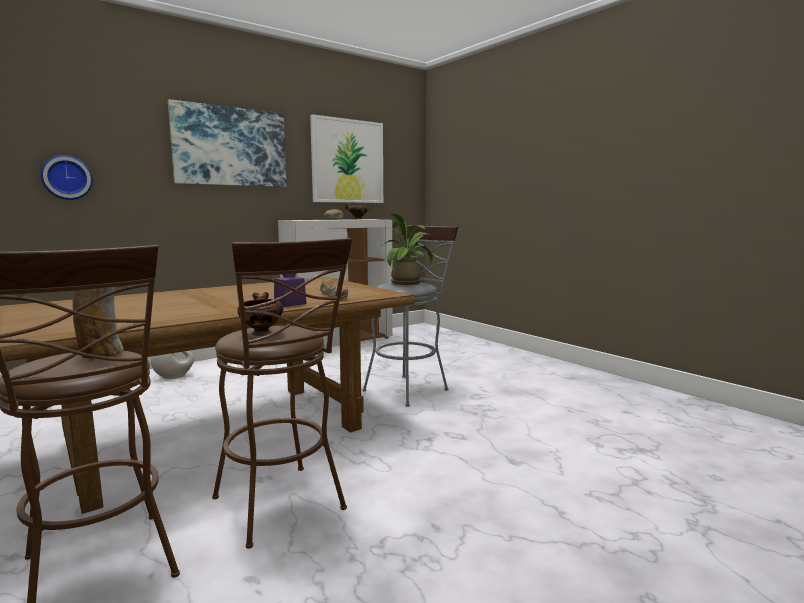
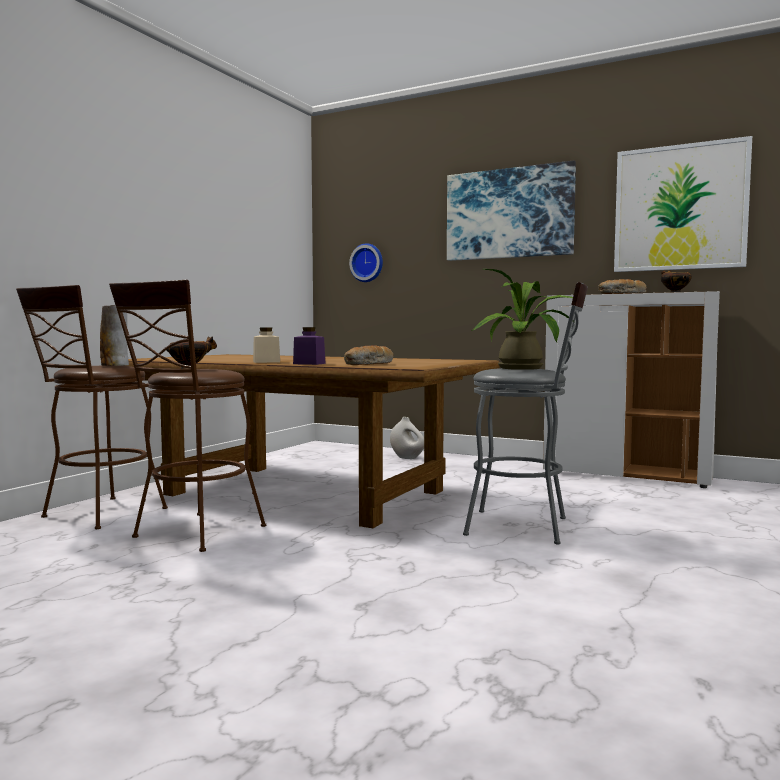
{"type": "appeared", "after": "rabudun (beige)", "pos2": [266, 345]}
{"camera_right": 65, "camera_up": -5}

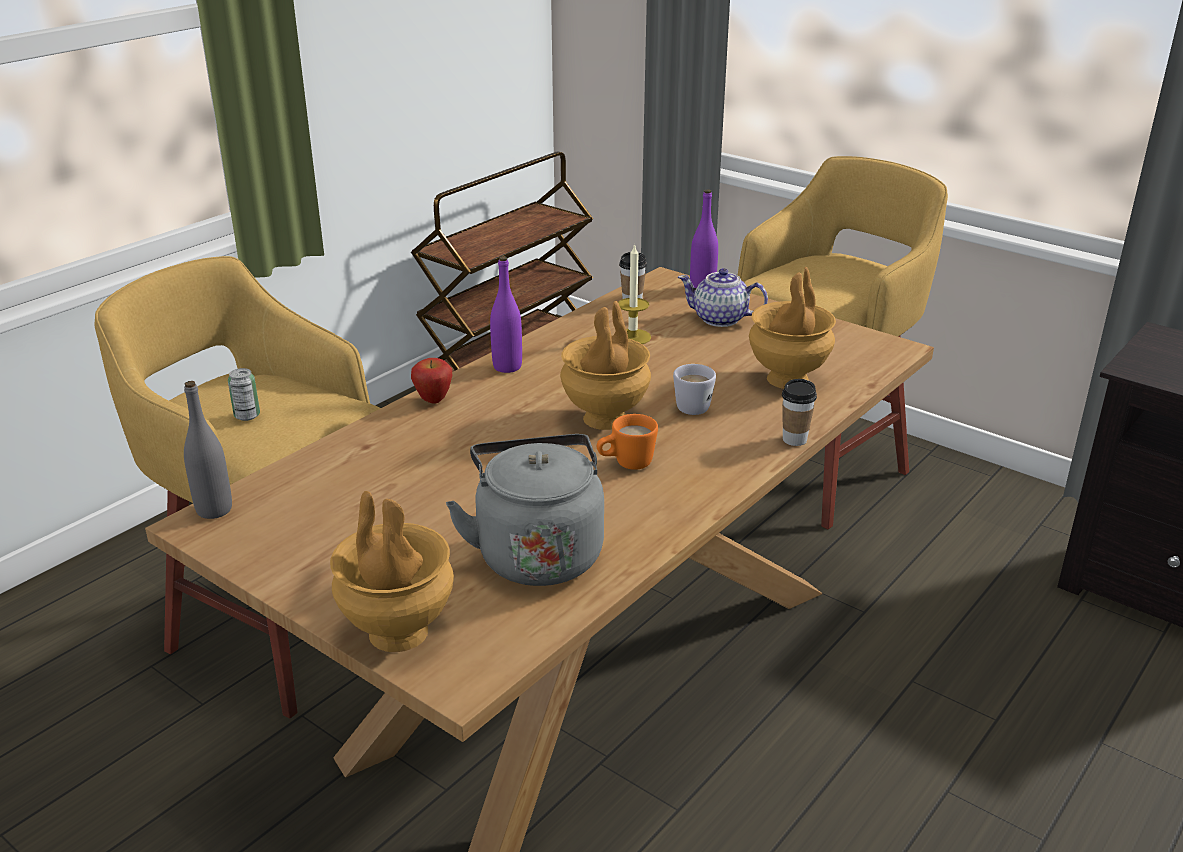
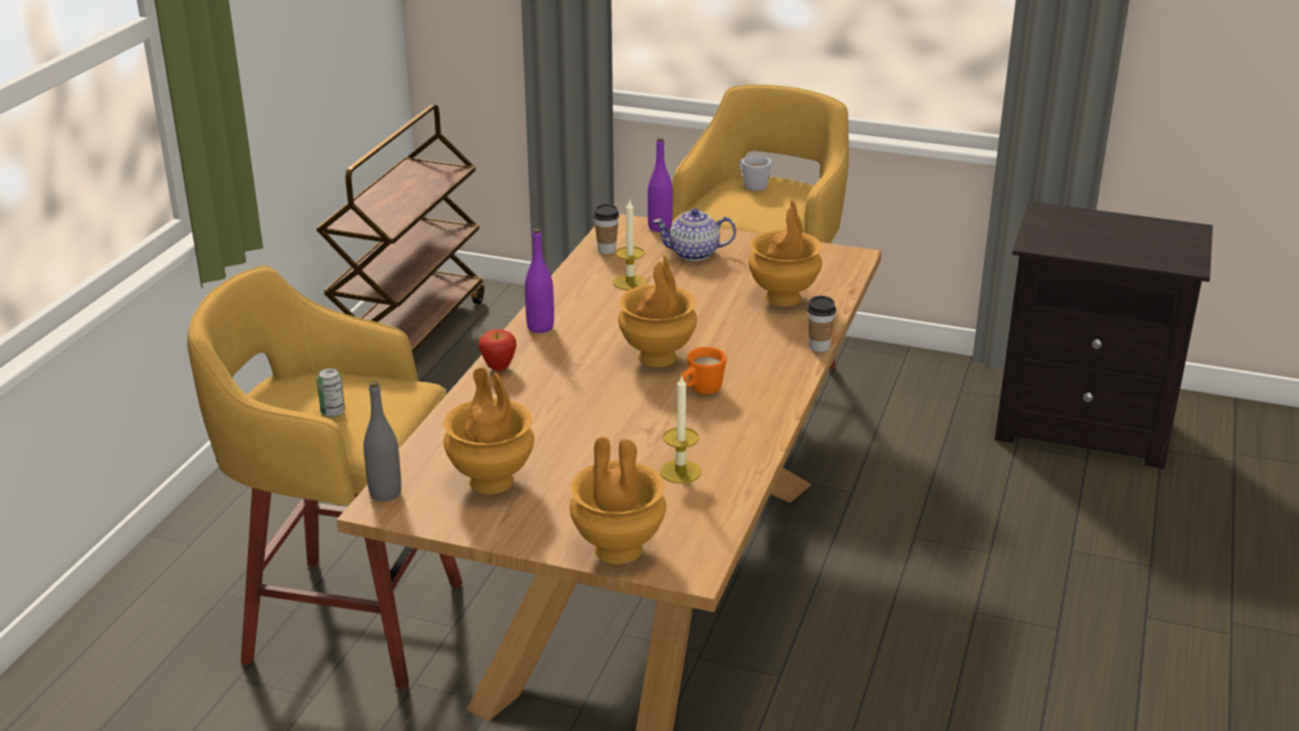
{"type": "appeared", "after": "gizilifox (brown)", "pos2": [488, 430]}
{"type": "relocated", "before": "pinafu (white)", "pos1": [694, 389], "pos2": [755, 173]}
{"type": "exchanged", "before": "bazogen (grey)", "after": "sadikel", "pos1": [525, 510], "pos2": [680, 429]}
{"camera_right": -20, "camera_up": 0}

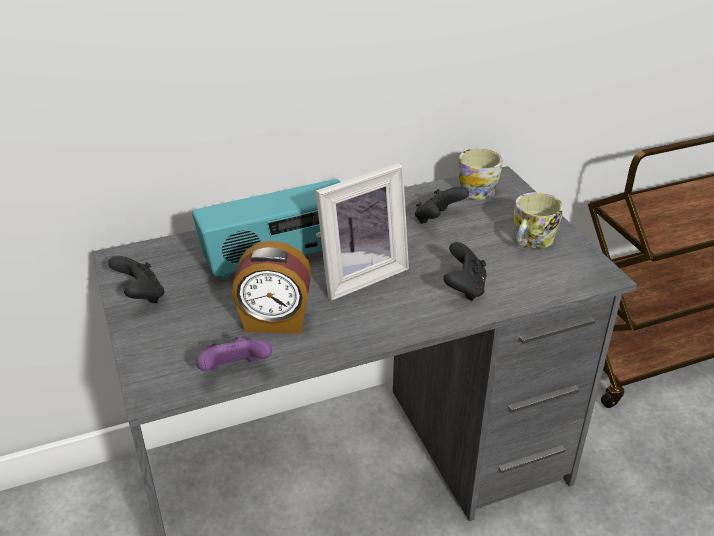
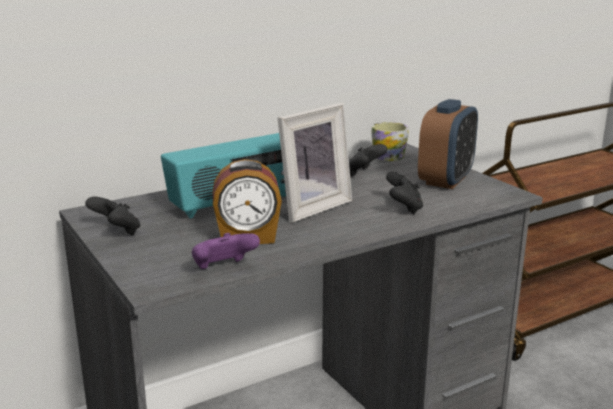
{"type": "exchanged", "before": "pinafu", "after": "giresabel", "pos1": [538, 220], "pos2": [448, 144]}
{"camera_right": -10, "camera_up": -15}

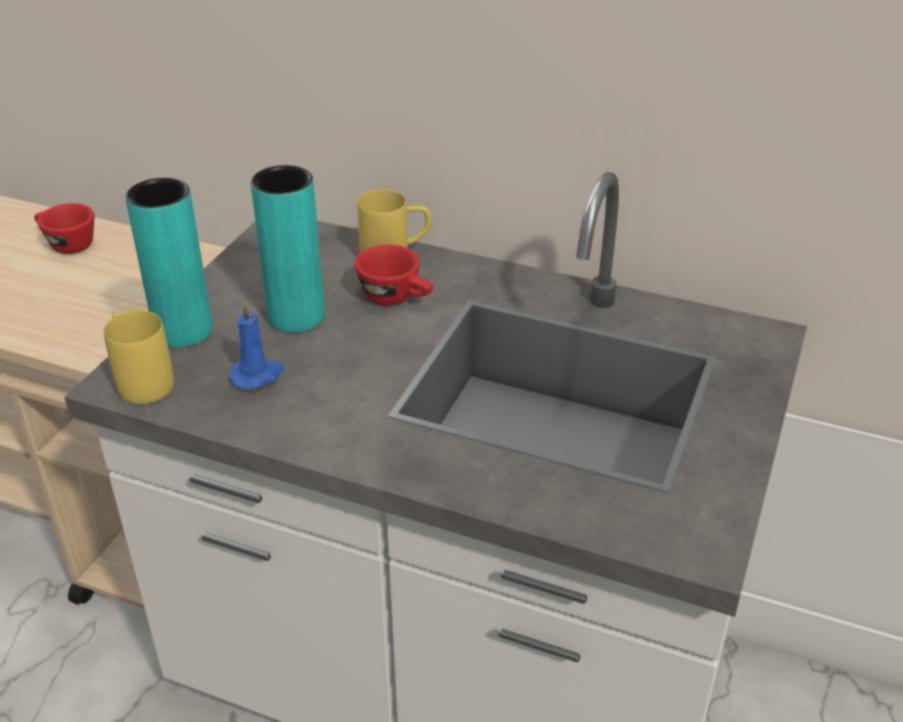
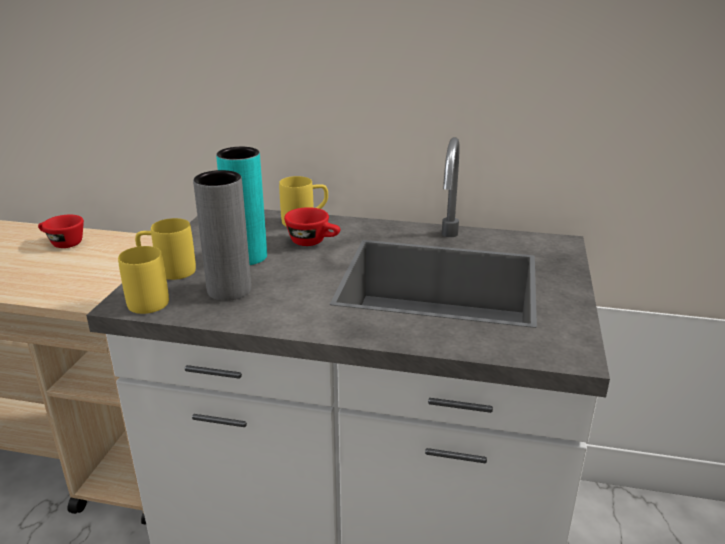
{"type": "exchanged", "before": "gizilifox (turquoise)", "after": "pinafu (yellow)", "pos1": [169, 263], "pos2": [165, 249]}
{"type": "exchanged", "before": "sadikel (blue)", "after": "gizilifox (grey)", "pos1": [256, 345], "pos2": [222, 235]}
{"camera_right": -10, "camera_up": -10}

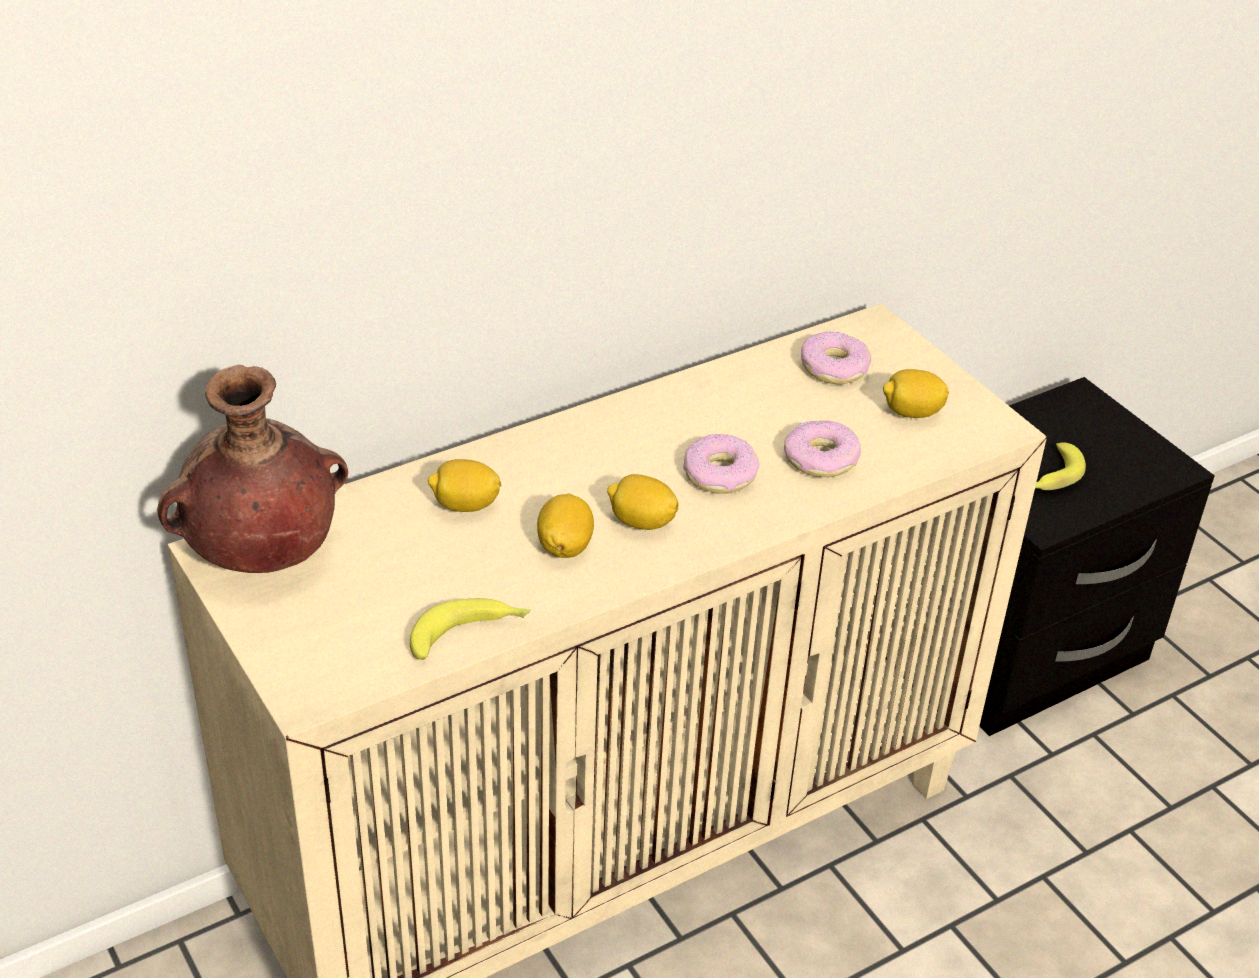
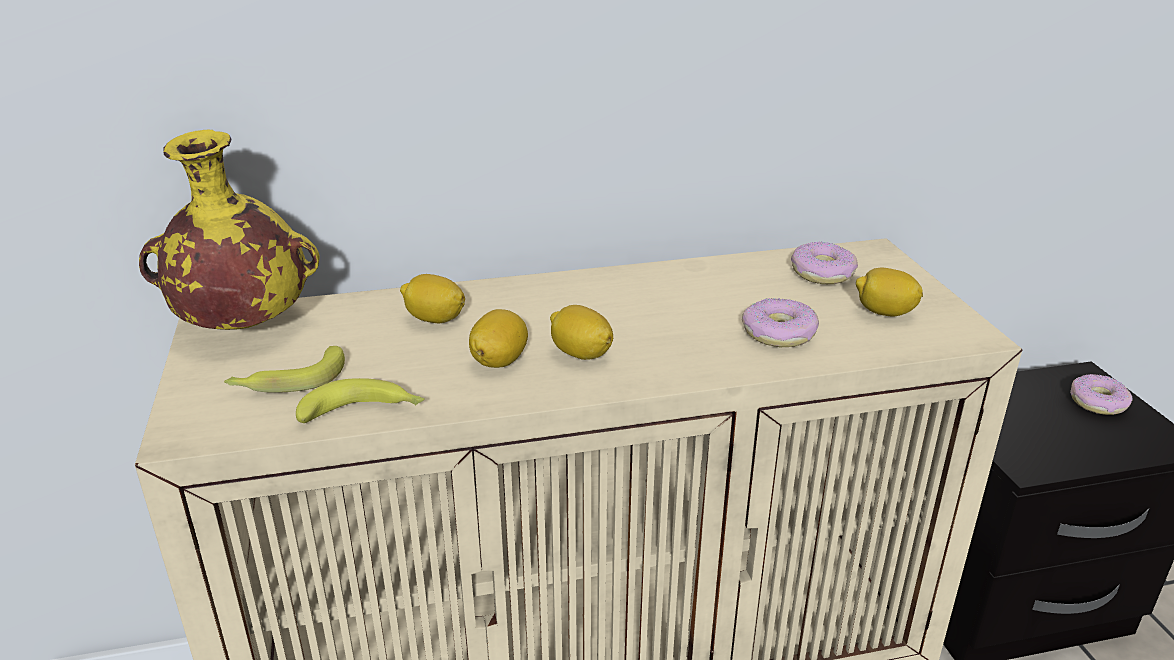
{"type": "relocated", "before": "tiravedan", "pos1": [721, 463], "pos2": [1101, 394]}
{"type": "relocated", "before": "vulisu", "pos1": [1060, 466], "pos2": [284, 369]}
{"type": "colour", "before": "gizilifox (brown)", "after": "gizilifox (yellow)", "pos1": [252, 469], "pos2": [229, 229]}
{"camera_right": 20, "camera_up": -10}

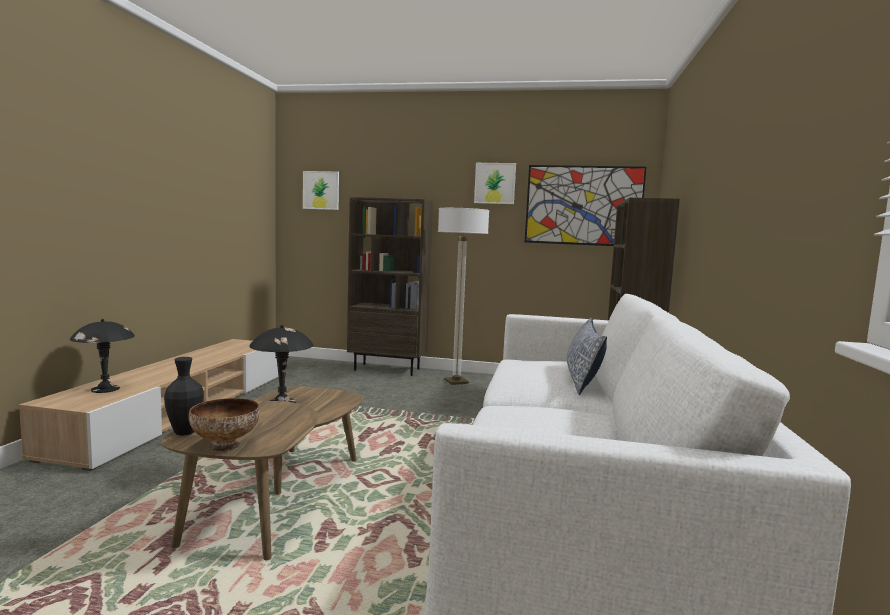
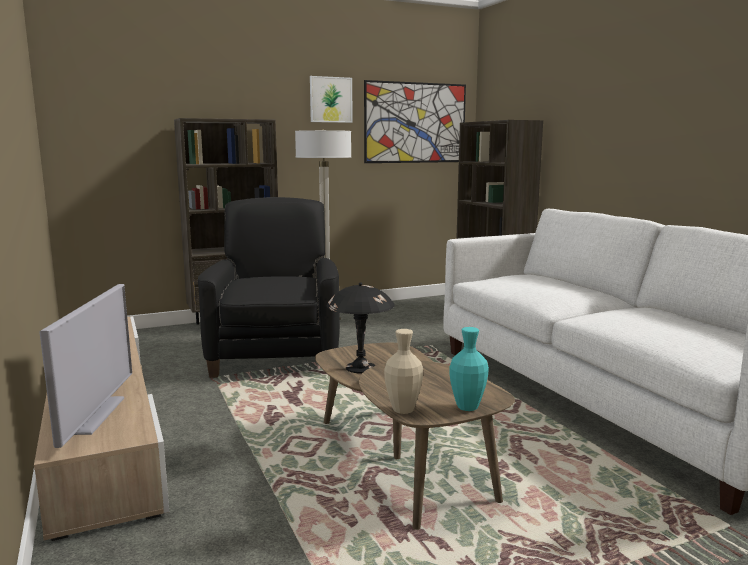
{"type": "missing", "before": "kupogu", "pos1": [321, 190]}
{"type": "missing", "before": "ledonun", "pos1": [587, 356]}
{"type": "appeared", "after": "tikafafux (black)", "pos2": [269, 287]}
{"type": "exchanged", "before": "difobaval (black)", "after": "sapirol", "pos1": [102, 356], "pos2": [85, 366]}
{"type": "exchanged", "before": "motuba", "after": "gizilifox (turquoise)", "pos1": [224, 424], "pos2": [469, 369]}
{"type": "colour", "before": "gizilifox (black)", "after": "gizilifox (beige)", "pos1": [184, 396], "pos2": [403, 371]}
{"camera_right": -35, "camera_up": 5}

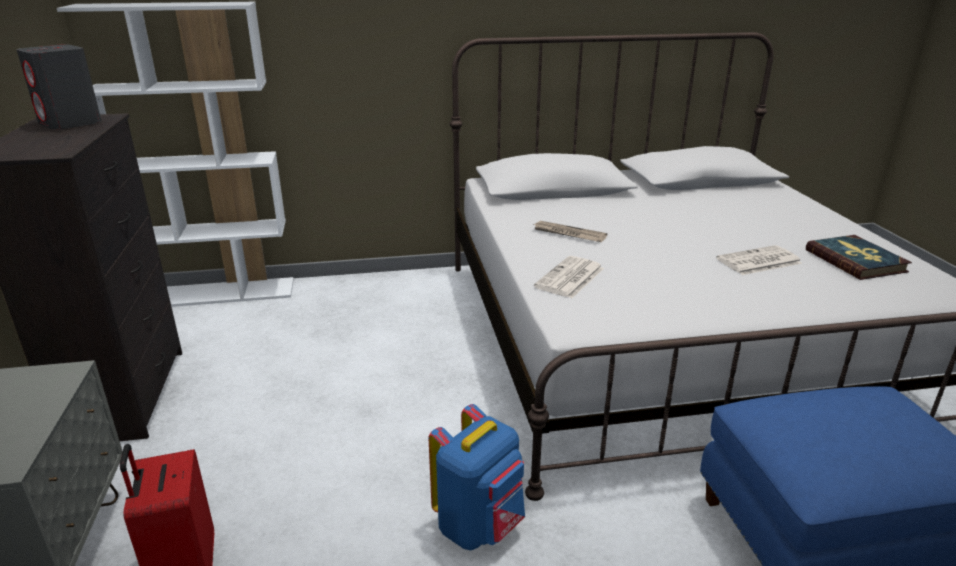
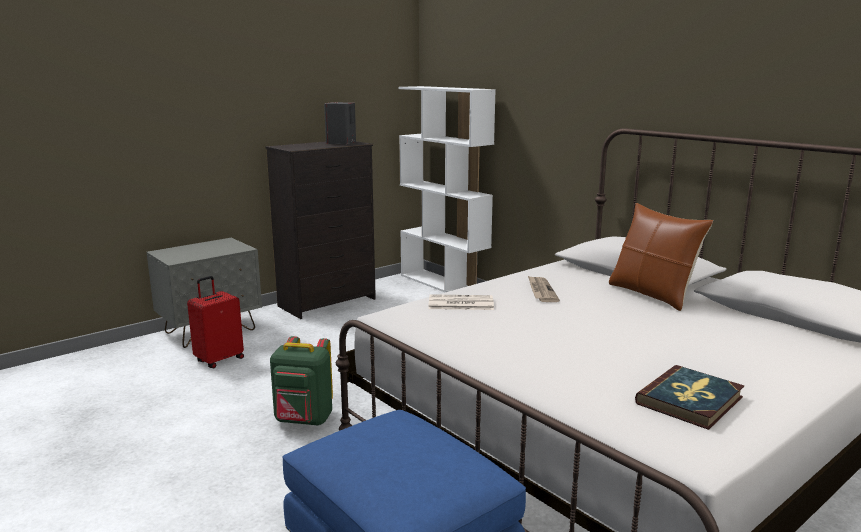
{"type": "missing", "before": "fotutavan", "pos1": [759, 260]}
{"type": "appeared", "after": "ledonun (brown)", "pos2": [661, 257]}
{"type": "colour", "before": "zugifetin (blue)", "after": "zugifetin (green)", "pos1": [476, 477], "pos2": [301, 380]}
{"camera_right": 60, "camera_up": -10}

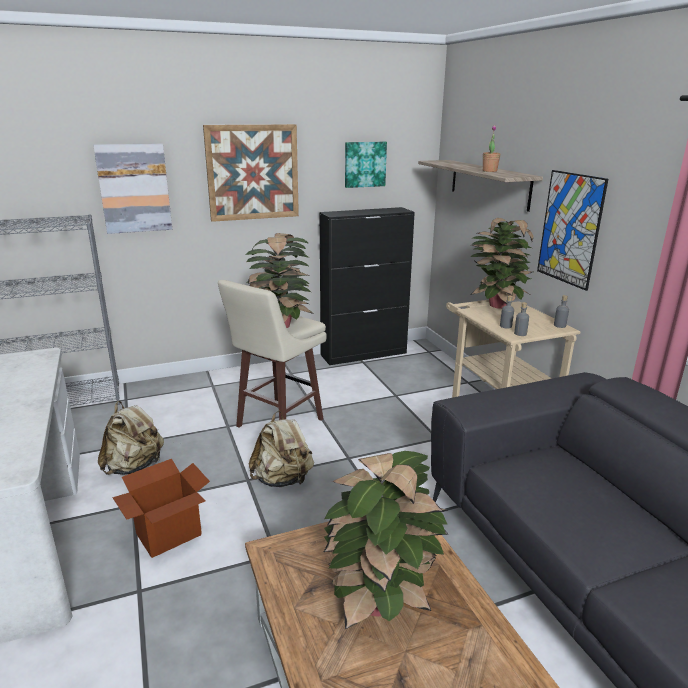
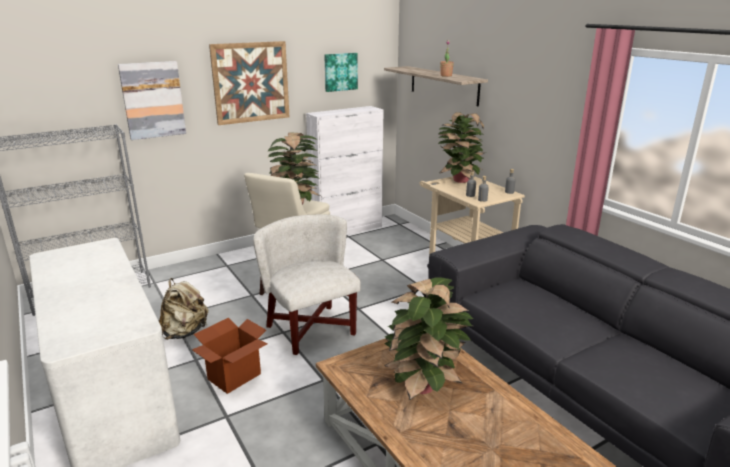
{"type": "missing", "before": "kupogu", "pos1": [572, 230]}
{"type": "exchanged", "before": "zugifetin (beige)", "after": "tikafafux (white)", "pos1": [281, 449], "pos2": [307, 285]}
{"type": "colour", "before": "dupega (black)", "after": "dupega (white)", "pos1": [367, 286], "pos2": [345, 170]}
{"camera_right": -10, "camera_up": 0}

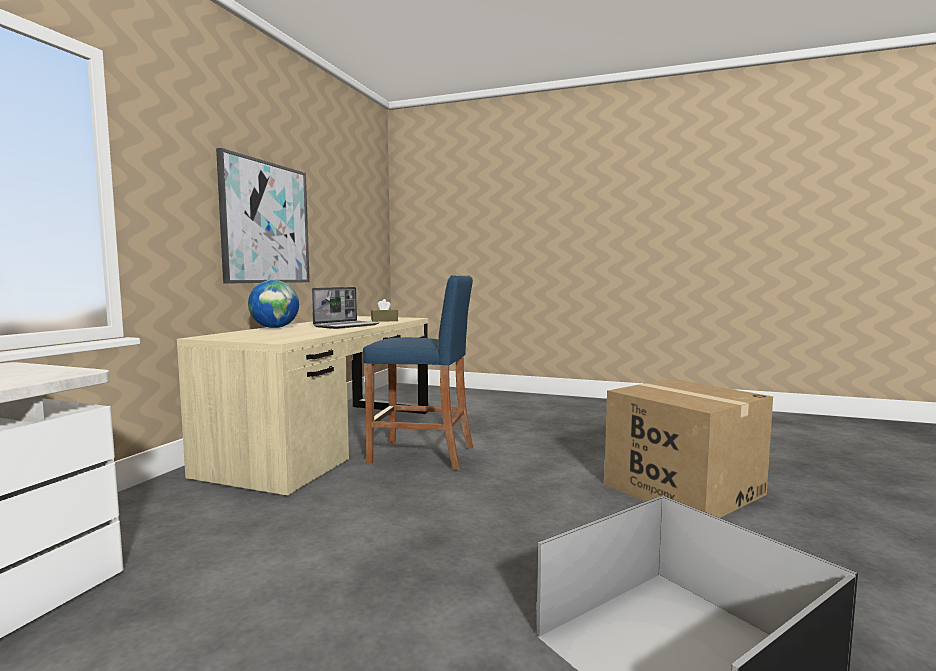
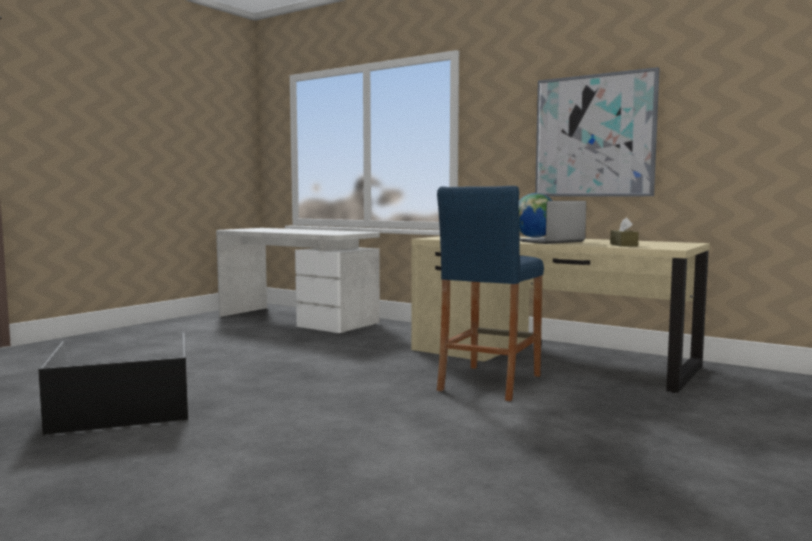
{"type": "missing", "before": "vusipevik", "pos1": [688, 448]}
{"type": "spun", "before": "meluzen", "pos1": [345, 308], "pos2": [552, 222], "turn": 90}
{"camera_right": 105, "camera_up": 0}

